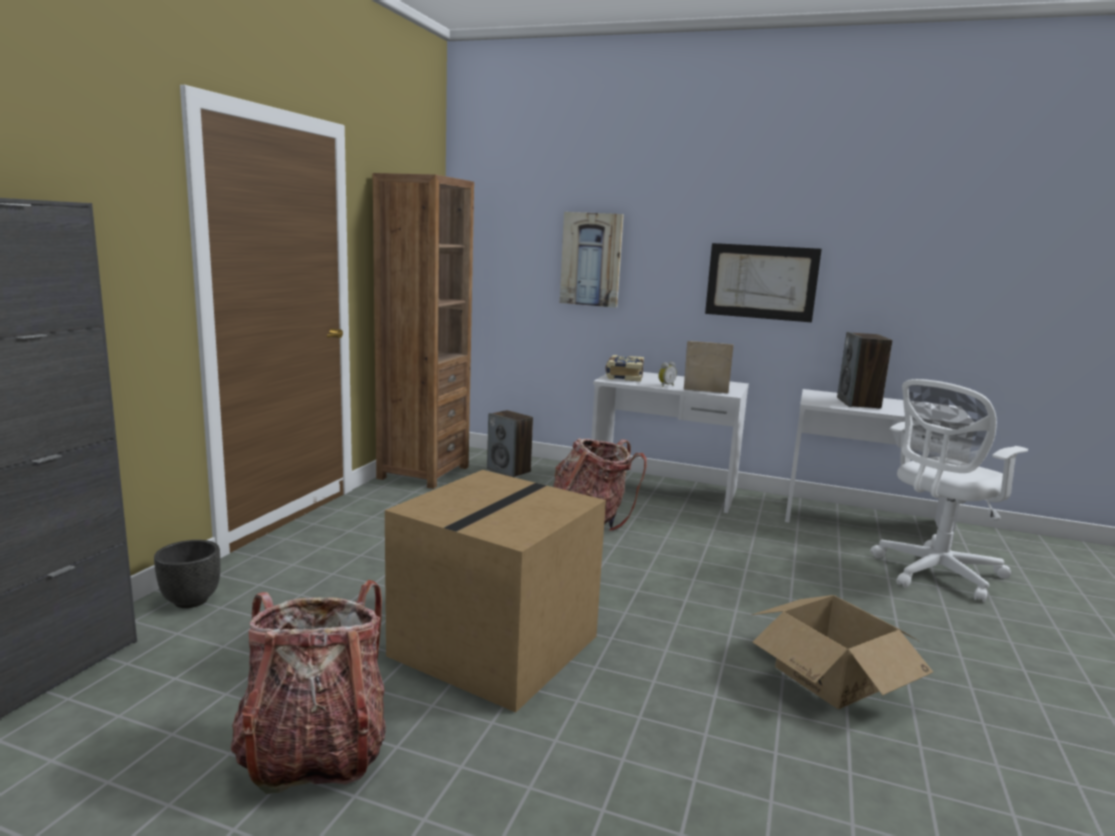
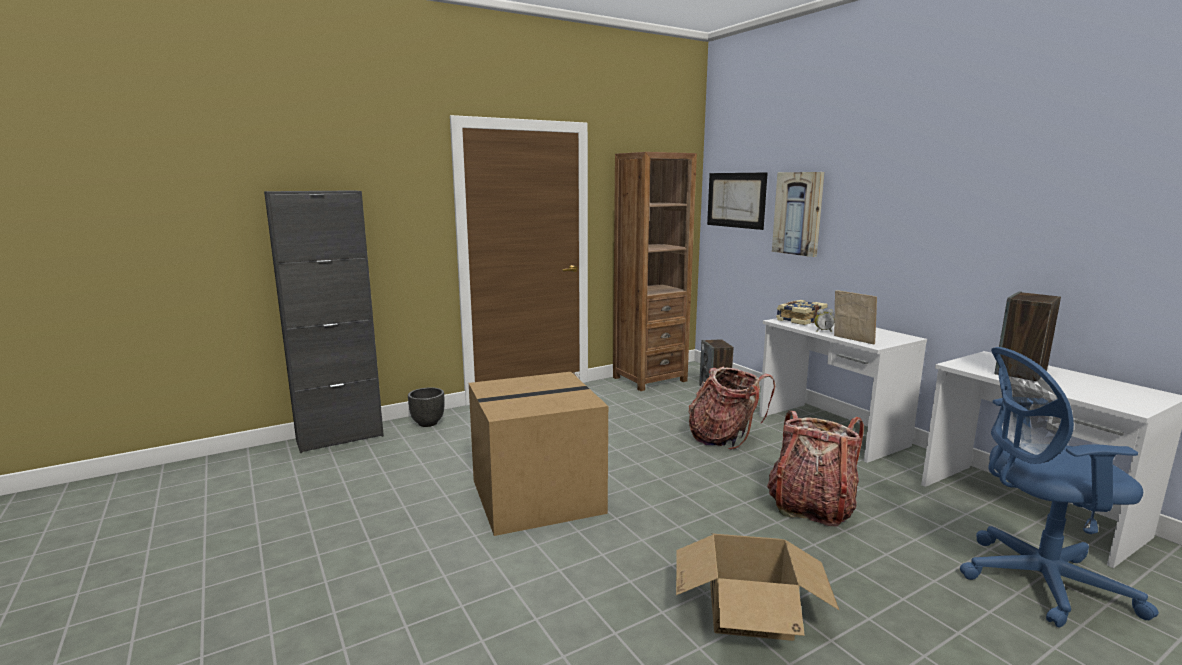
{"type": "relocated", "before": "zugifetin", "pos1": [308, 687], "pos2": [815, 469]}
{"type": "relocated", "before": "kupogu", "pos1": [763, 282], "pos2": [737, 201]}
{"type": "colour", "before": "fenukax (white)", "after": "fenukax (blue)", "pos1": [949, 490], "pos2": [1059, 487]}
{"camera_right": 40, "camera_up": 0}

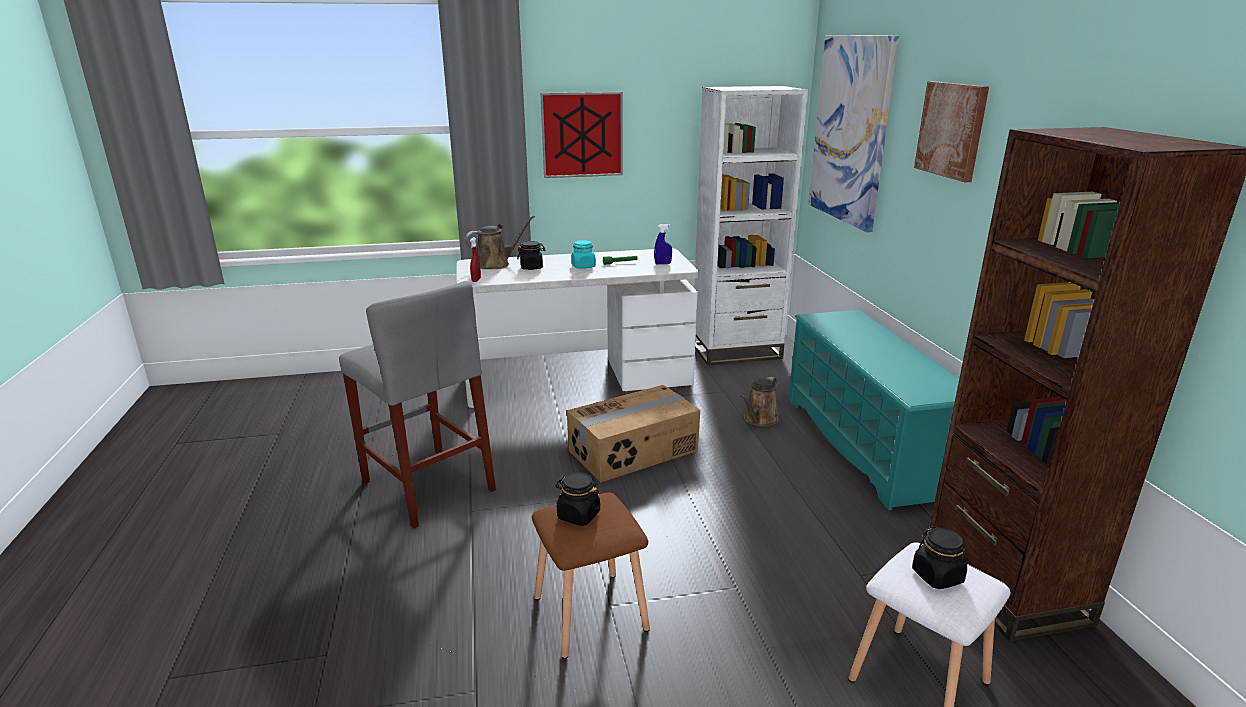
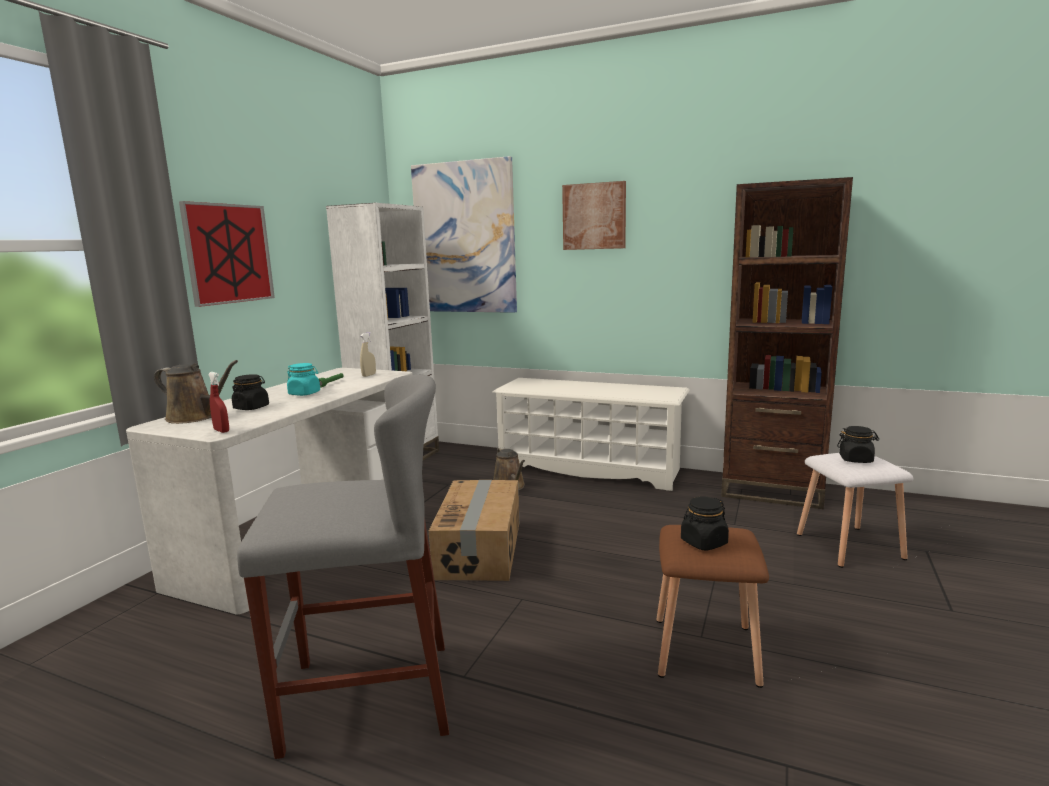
{"type": "colour", "before": "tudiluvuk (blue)", "after": "tudiluvuk (beige)", "pos1": [663, 244], "pos2": [368, 354]}
{"type": "colour", "before": "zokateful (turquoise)", "after": "zokateful (white)", "pos1": [873, 410], "pos2": [591, 434]}
{"type": "spun", "before": "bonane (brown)", "pos1": [500, 242], "pos2": [196, 392], "turn": 105}
{"camera_right": -55, "camera_up": -10}

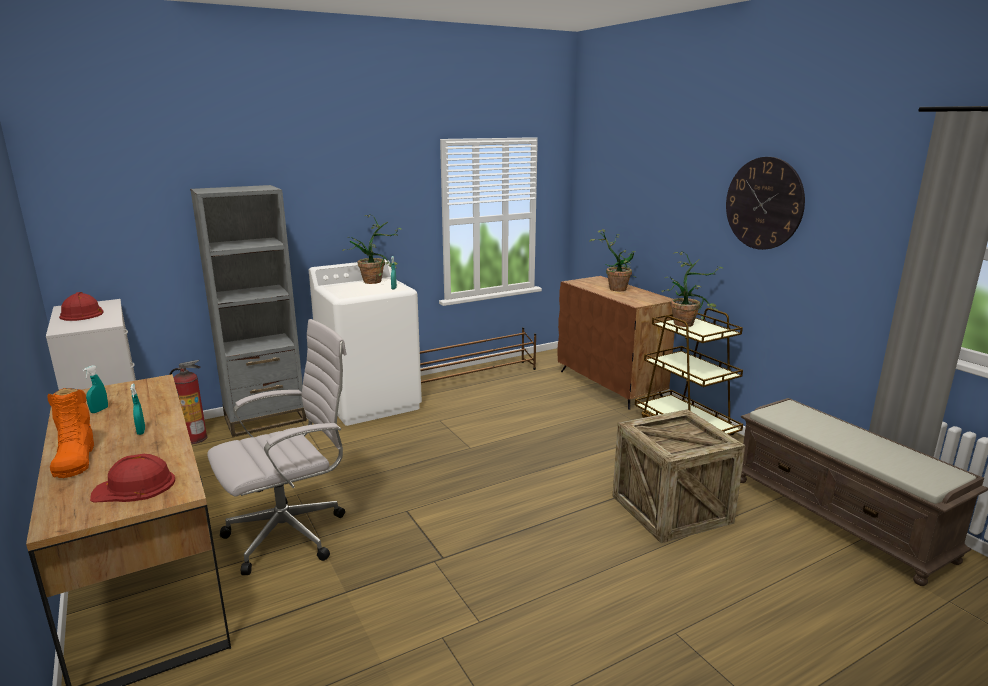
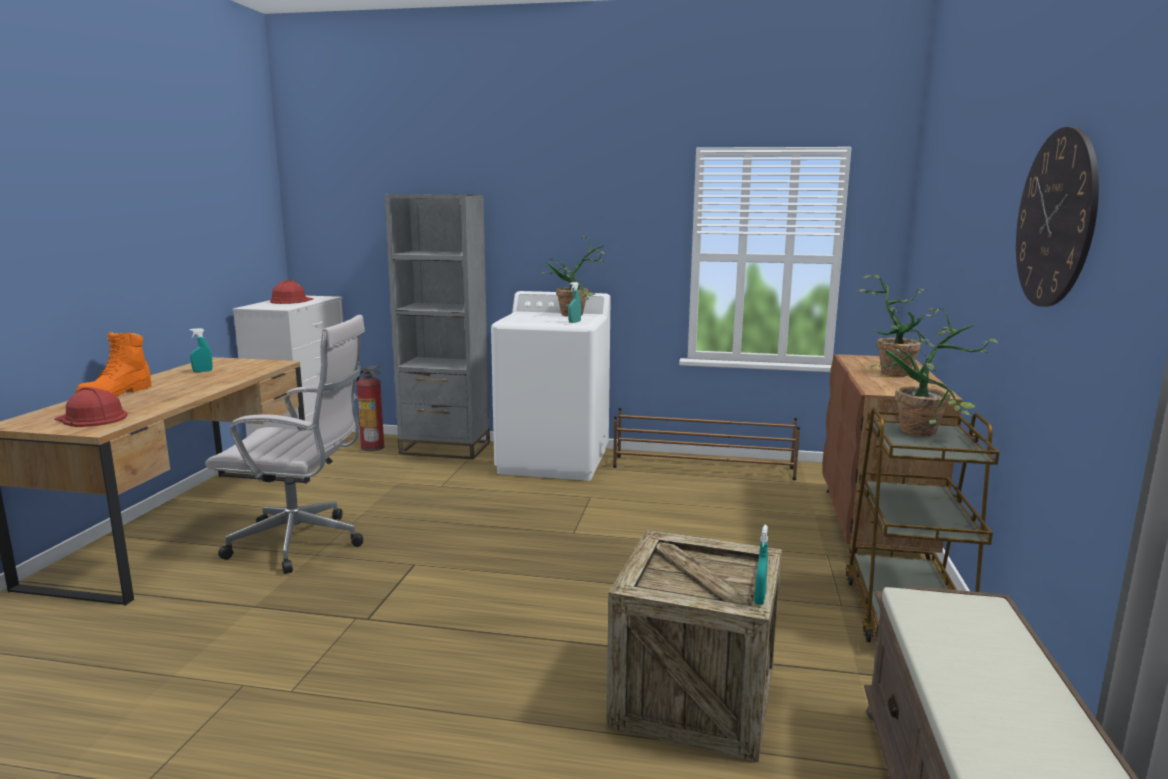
{"type": "relocated", "before": "tudiluvuk (turquoise)", "pos1": [137, 409], "pos2": [761, 565]}
{"camera_right": 40, "camera_up": -5}

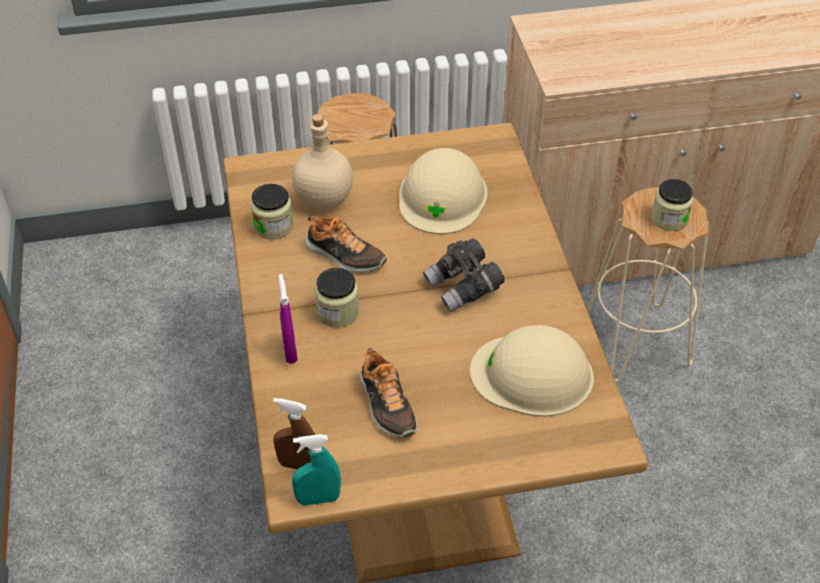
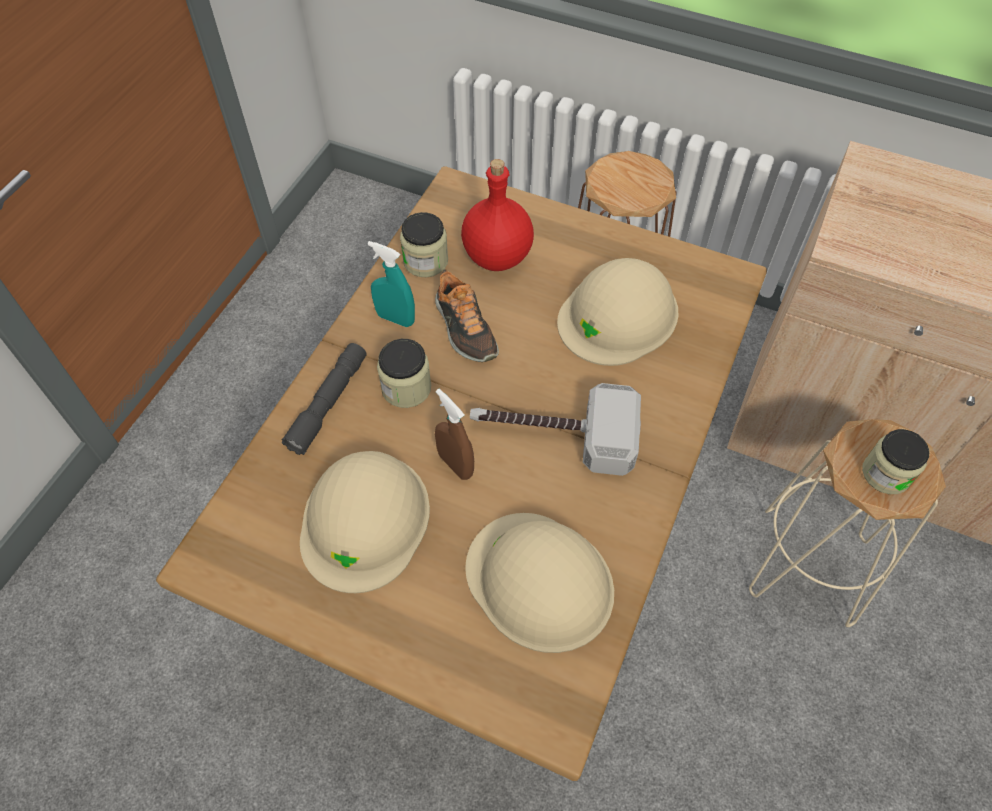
{"type": "relocated", "before": "tudiluvuk (brown)", "pos1": [294, 433], "pos2": [454, 434]}
{"type": "relocated", "before": "tudiluvuk (turquoise)", "pos1": [316, 470], "pos2": [391, 284]}
{"type": "exchanged", "before": "tudiluvuk (purple)", "after": "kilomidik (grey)", "pos1": [288, 319], "pos2": [324, 399]}
{"type": "exchanged", "before": "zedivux", "after": "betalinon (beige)", "pos1": [389, 393], "pos2": [365, 522]}
{"type": "exchanged", "before": "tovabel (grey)", "after": "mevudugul", "pos1": [464, 275], "pos2": [555, 429]}
{"type": "colour", "before": "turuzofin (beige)", "after": "turuzofin (red)", "pos1": [322, 161], "pos2": [497, 215]}
{"camera_right": 35, "camera_up": 10}

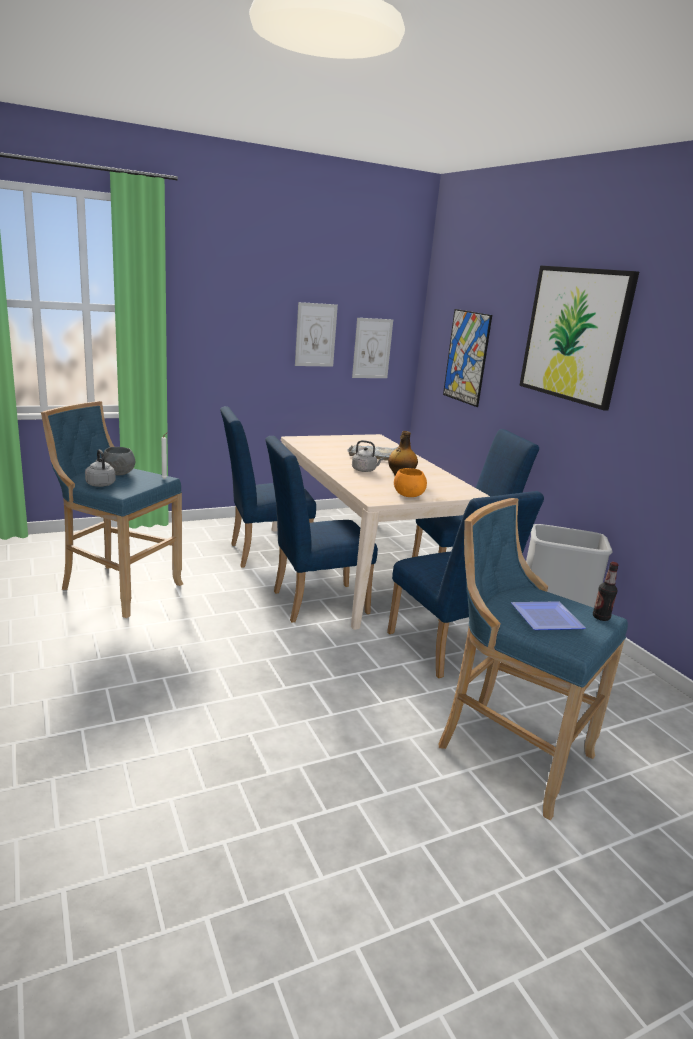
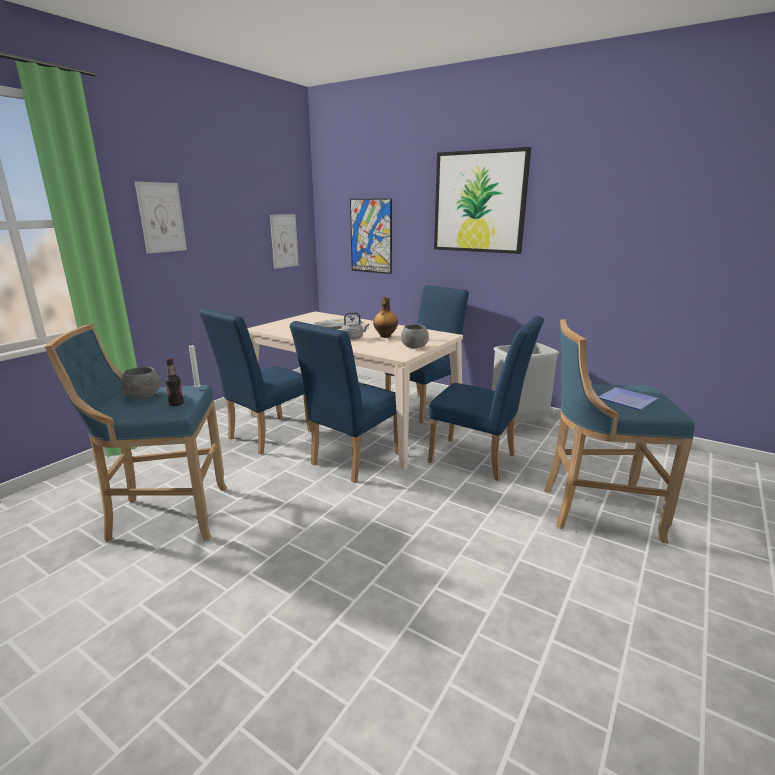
{"type": "missing", "before": "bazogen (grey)", "pos1": [100, 468]}
{"type": "relocated", "before": "kupogu", "pos1": [316, 334], "pos2": [161, 218]}
{"type": "relocated", "before": "turuzofin", "pos1": [606, 591], "pos2": [174, 382]}
{"type": "colour", "before": "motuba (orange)", "after": "motuba (grey)", "pos1": [410, 482], "pos2": [415, 336]}
{"camera_right": -30, "camera_up": 0}

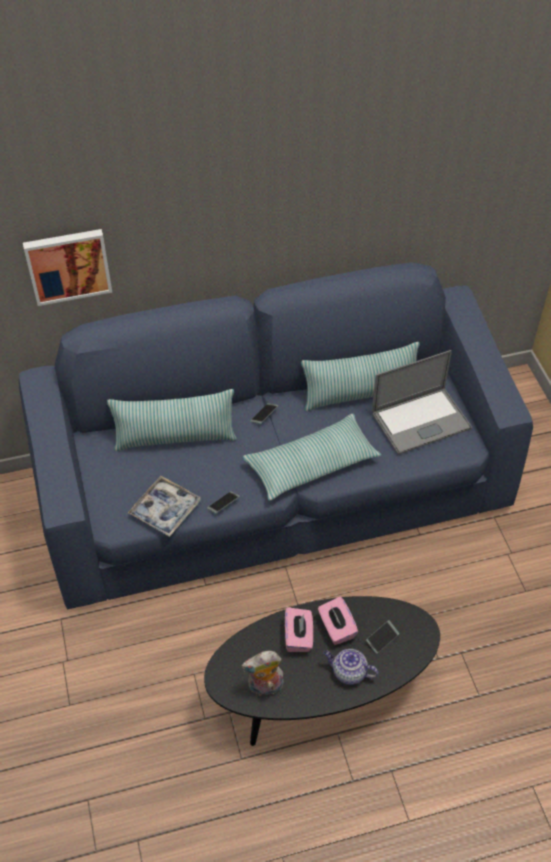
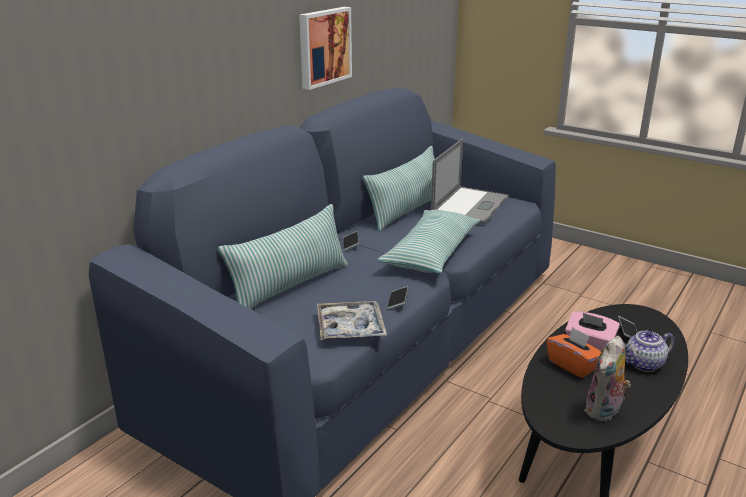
{"type": "relocated", "before": "kupogu", "pos1": [67, 267], "pos2": [325, 48]}
{"type": "colour", "before": "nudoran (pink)", "after": "nudoran (orange)", "pos1": [299, 629], "pos2": [574, 352]}
{"camera_right": -40, "camera_up": -25}

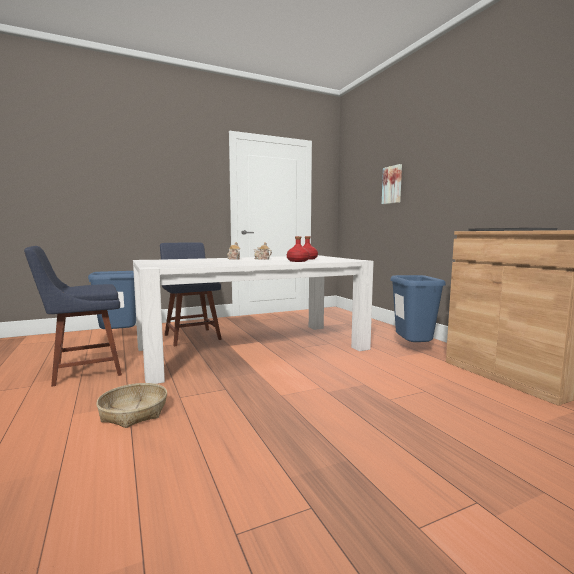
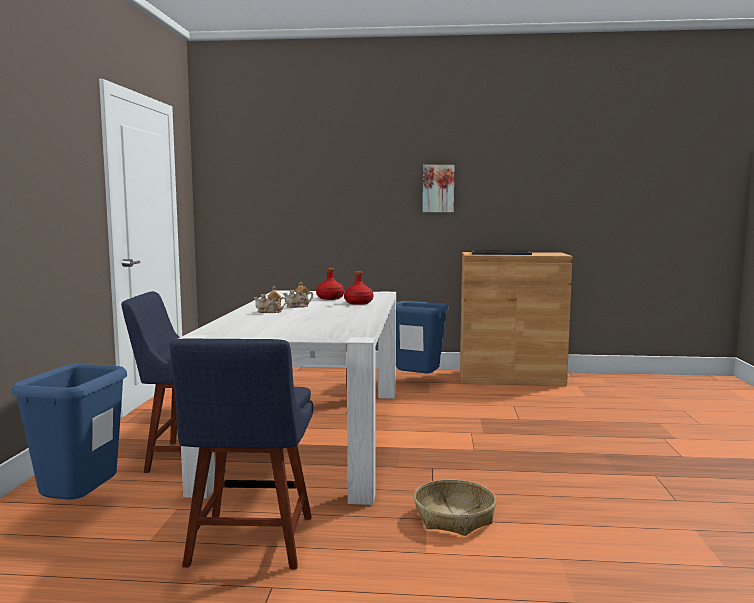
{"type": "relocated", "before": "kupogu", "pos1": [392, 184], "pos2": [438, 188]}
{"camera_right": -60, "camera_up": 0}

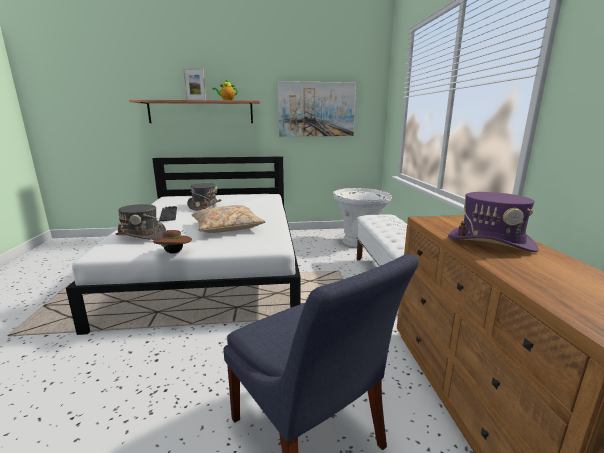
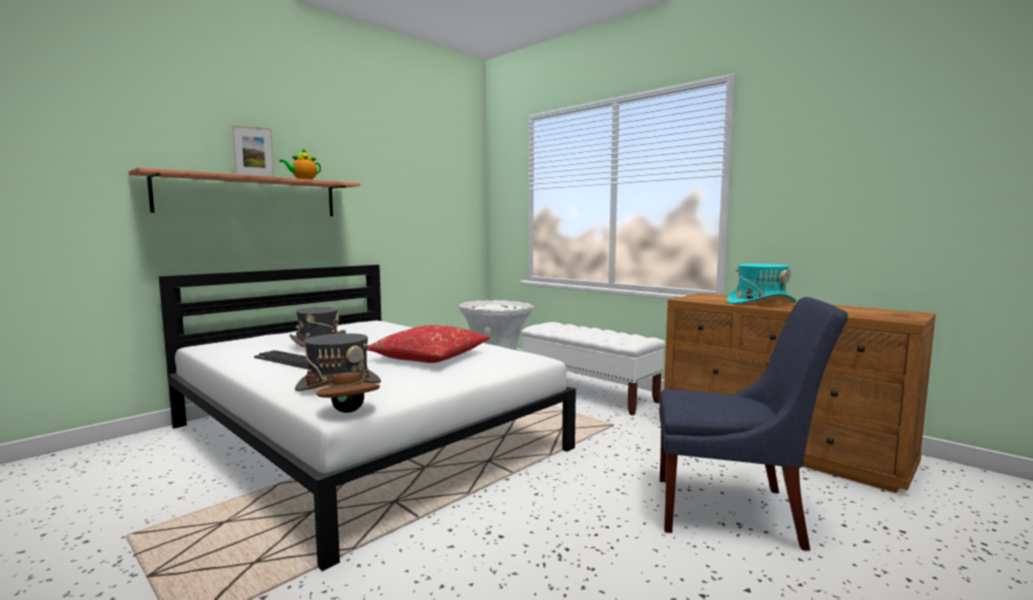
{"type": "missing", "before": "kupogu", "pos1": [317, 108]}
{"type": "relocated", "before": "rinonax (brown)", "pos1": [172, 242], "pos2": [348, 391]}
{"type": "colour", "before": "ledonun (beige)", "after": "ledonun (red)", "pos1": [228, 219], "pos2": [428, 344]}
{"type": "colour", "before": "rinonax (purple)", "after": "rinonax (turquoise)", "pos1": [493, 222], "pos2": [761, 284]}
{"camera_right": -40, "camera_up": -10}

